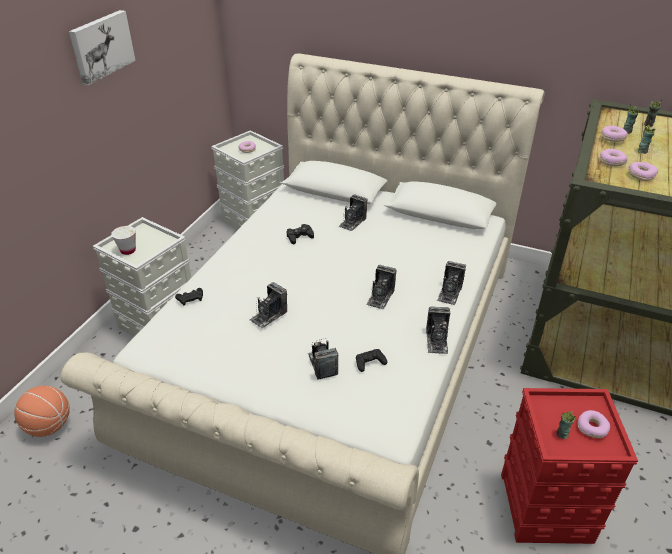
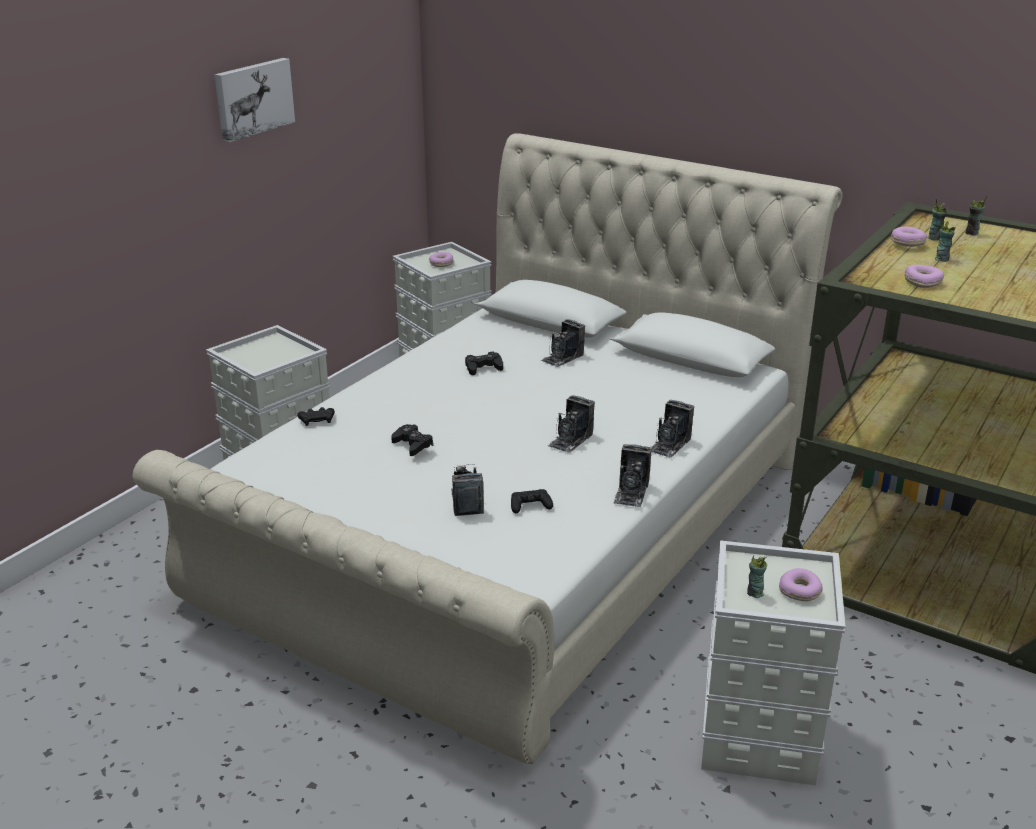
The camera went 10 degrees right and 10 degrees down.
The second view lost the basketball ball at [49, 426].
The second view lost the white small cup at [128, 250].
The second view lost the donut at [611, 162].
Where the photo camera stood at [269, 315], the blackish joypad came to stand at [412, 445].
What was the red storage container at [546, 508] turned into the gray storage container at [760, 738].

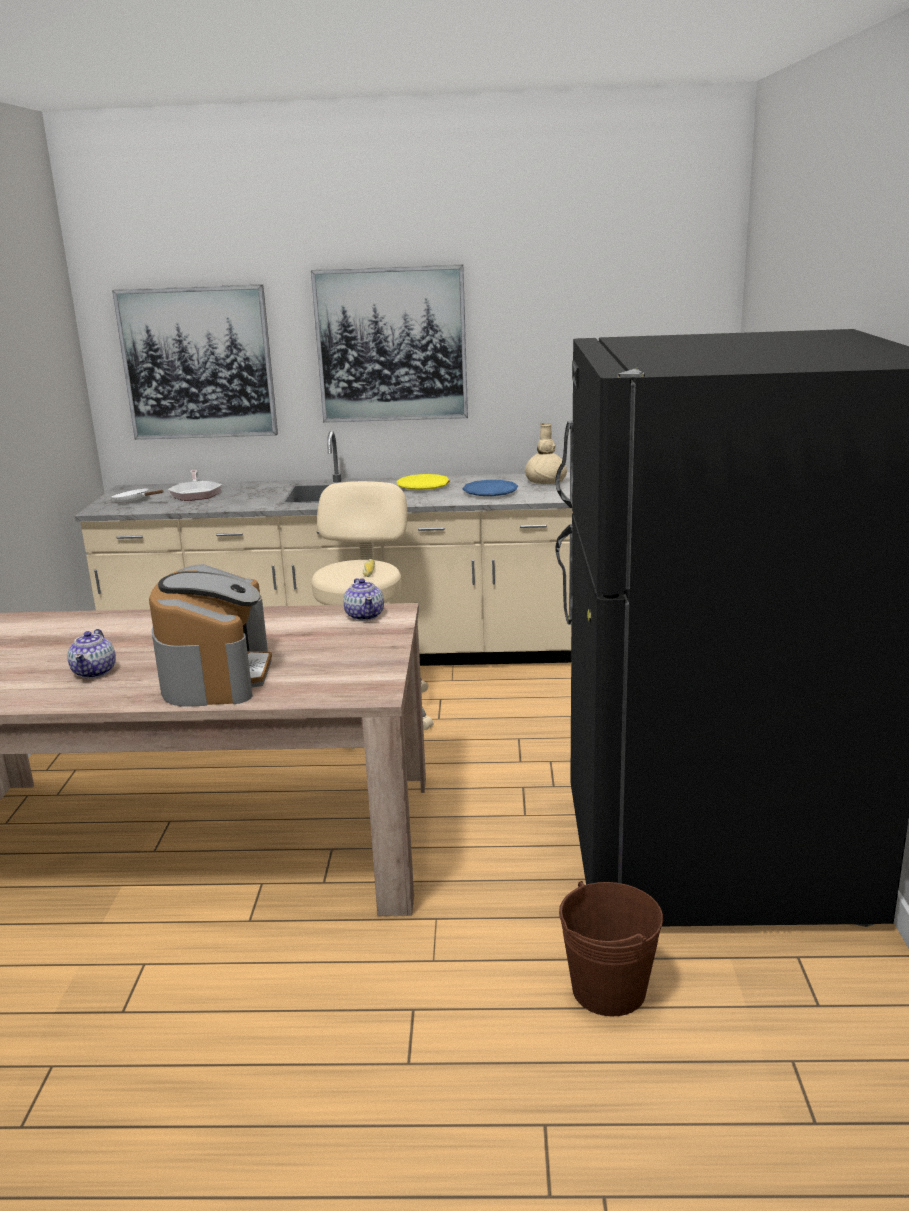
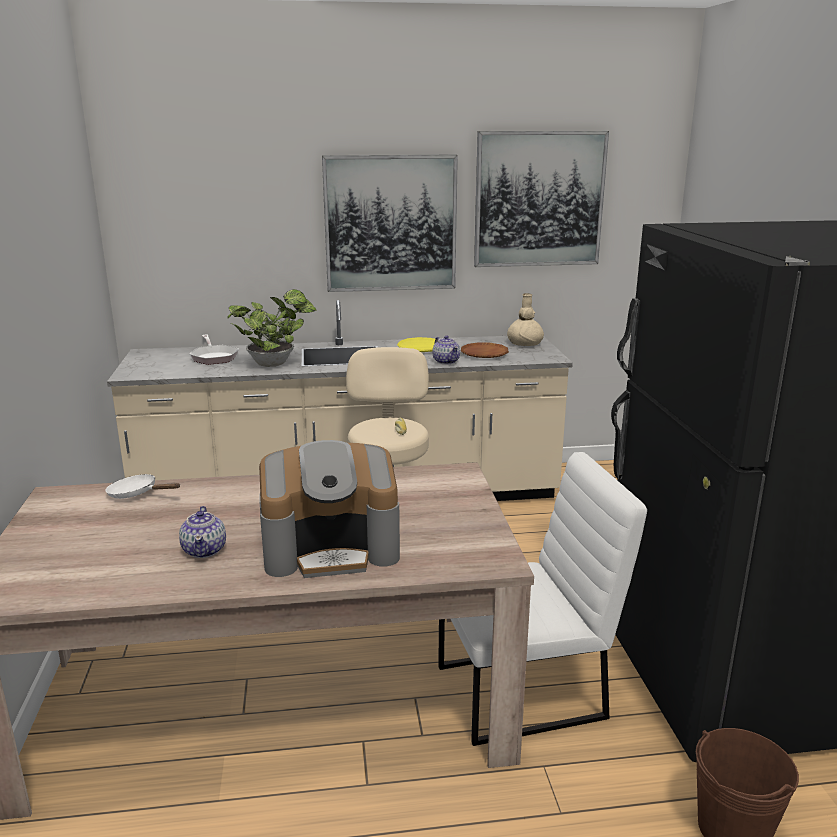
The camera went 10 degrees left and 0 degrees up.
The second view gained the potted plant at [275, 363].
The second view gained the white chair at [525, 691].
The wall art ended up elsewhere, having gone from [198, 363] to [539, 199].
The white pan ended up elsewhere, having gone from [135, 501] to [137, 494].
The pot for tea ended up elsewhere, having gone from [365, 615] to [446, 361].
What was the bluish plate at [490, 492] turned into the brownish plate at [484, 354].
The coffee machine at [216, 675] ended up facing another way, 90 degrees clockwise from before.

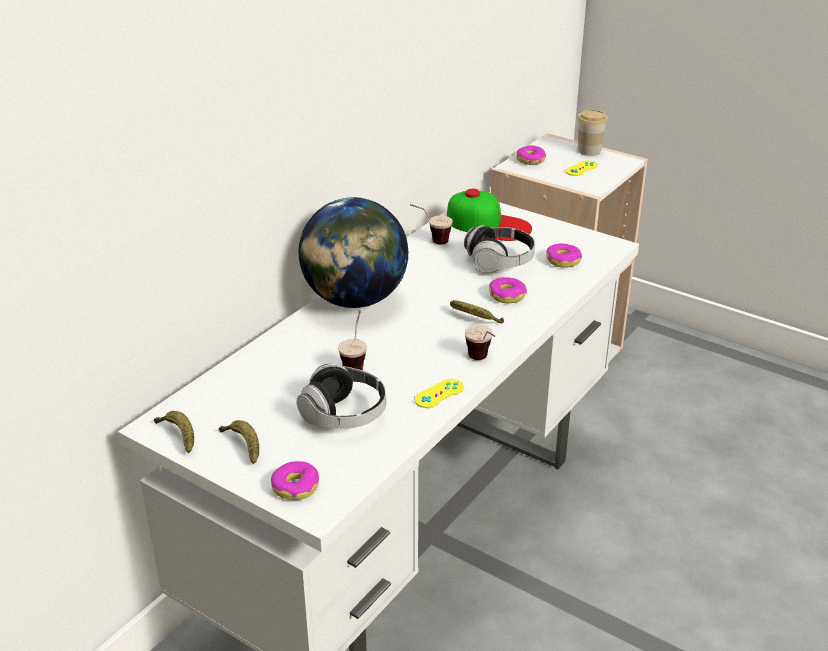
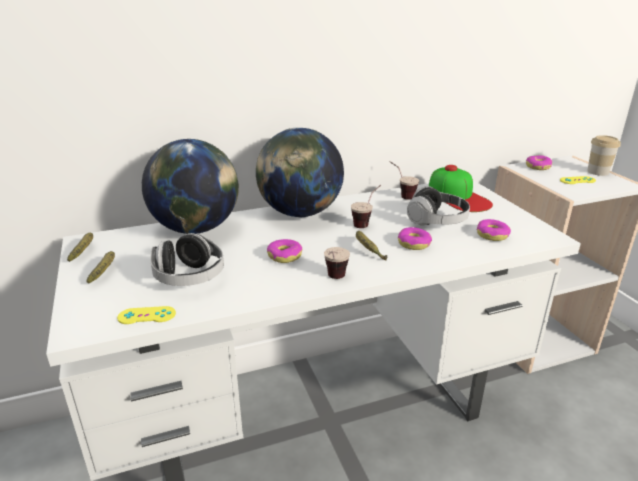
The camera went 35 degrees right and 5 degrees down.
The second view gained the globe at [196, 229].
The donut ended up elsewhere, having gone from [296, 486] to [285, 256].
The small cup ended up elsewhere, having gone from [355, 363] to [366, 223].
The yellow joypad ended up elsewhere, having gone from [439, 394] to [146, 315].

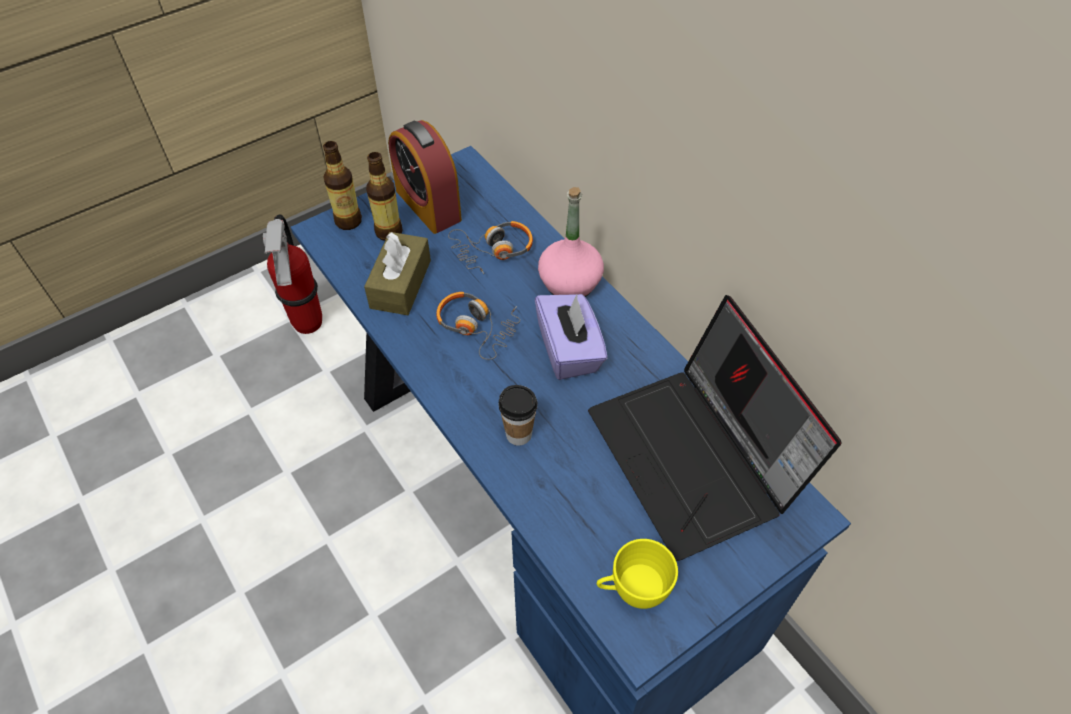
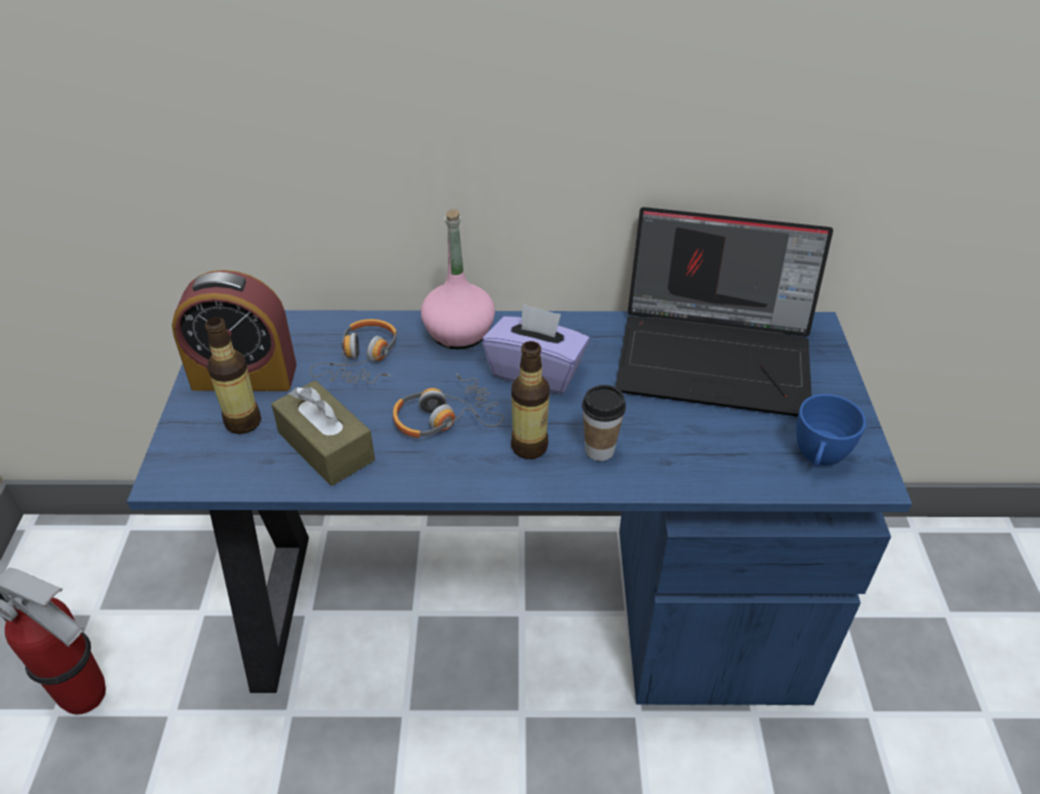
The camera went 55 degrees left and 10 degrees down.
The drink bottle ended up elsewhere, having gone from [348, 221] to [529, 446].
What was the yellow small cup at [632, 590] turned into the bluish small cup at [818, 458].

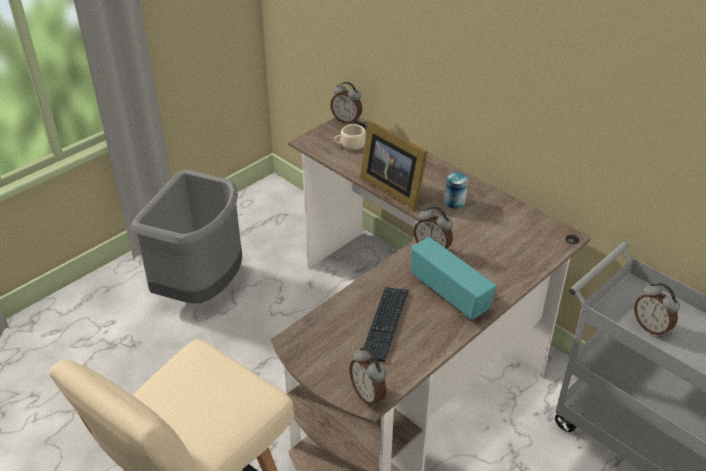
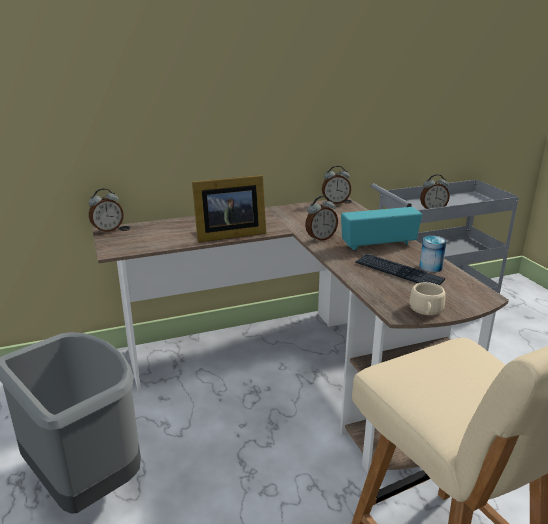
The camera went 65 degrees left and 15 degrees down.
The beige-coloured small cup ended up elsewhere, having gone from [350, 144] to [426, 310].
The bedside clock ended up elsewhere, having gone from [368, 394] to [335, 202].
The metal can ended up elsewhere, having gone from [454, 201] to [430, 267].

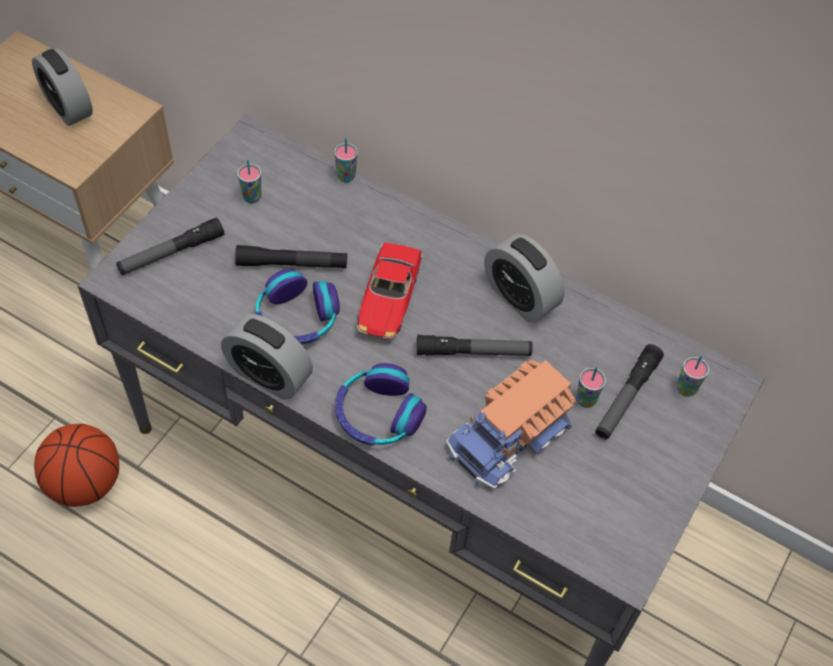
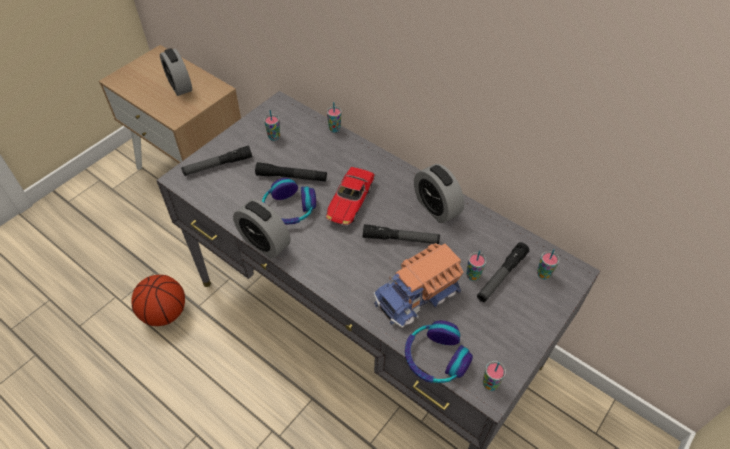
The camera went 10 degrees right and 5 degrees down.
The second view gained the small cup at [490, 384].
The headphones ended up elsewhere, having gone from [378, 414] to [435, 358].

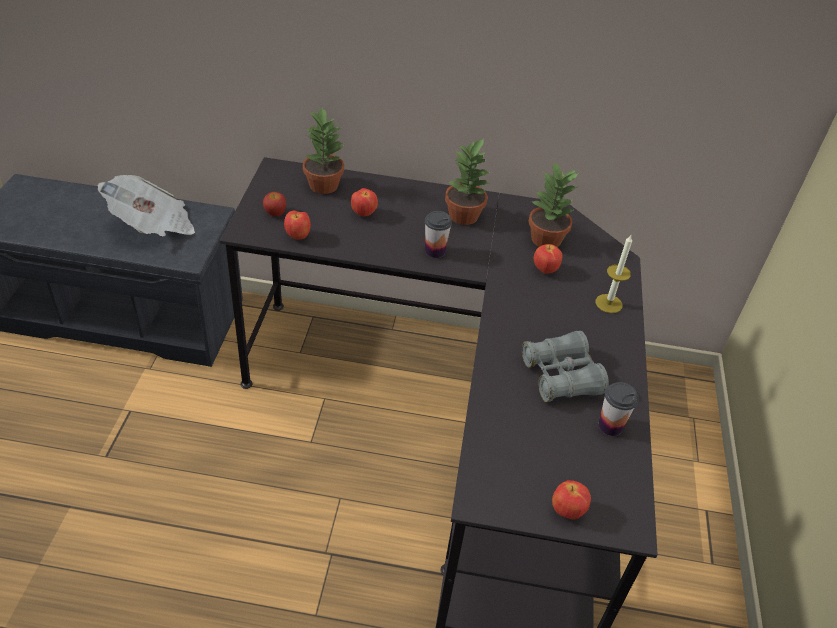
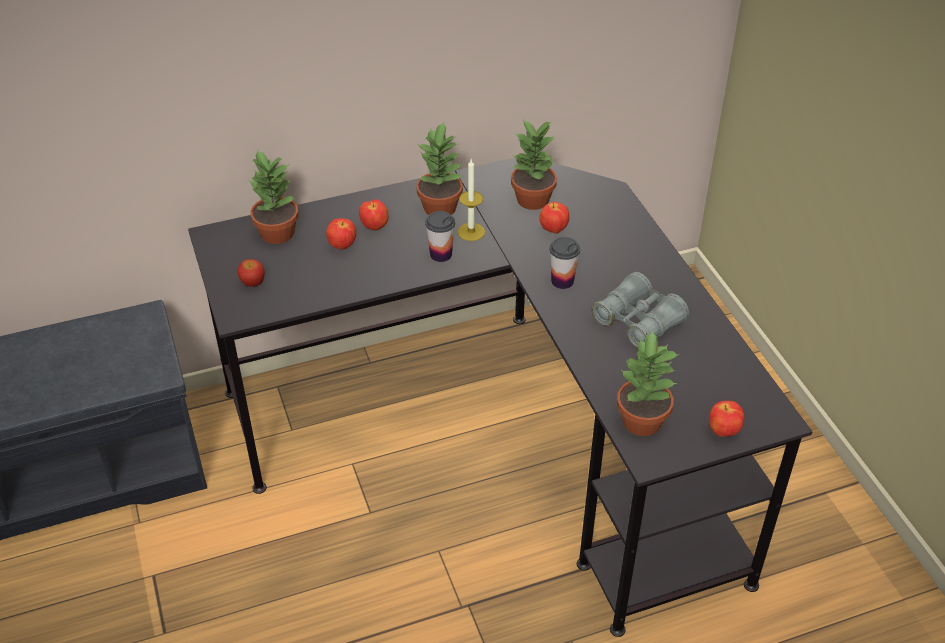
The camera went 25 degrees left and 0 degrees up.
The second view lost the printed paper at [153, 225].
The second view gained the potted plant at [641, 422].
The apple ended up elsewhere, having gone from [298, 236] to [375, 227].
The candle ended up elsewhere, having gone from [608, 303] to [471, 232].
The small cup ended up elsewhere, having gone from [610, 426] to [562, 281].

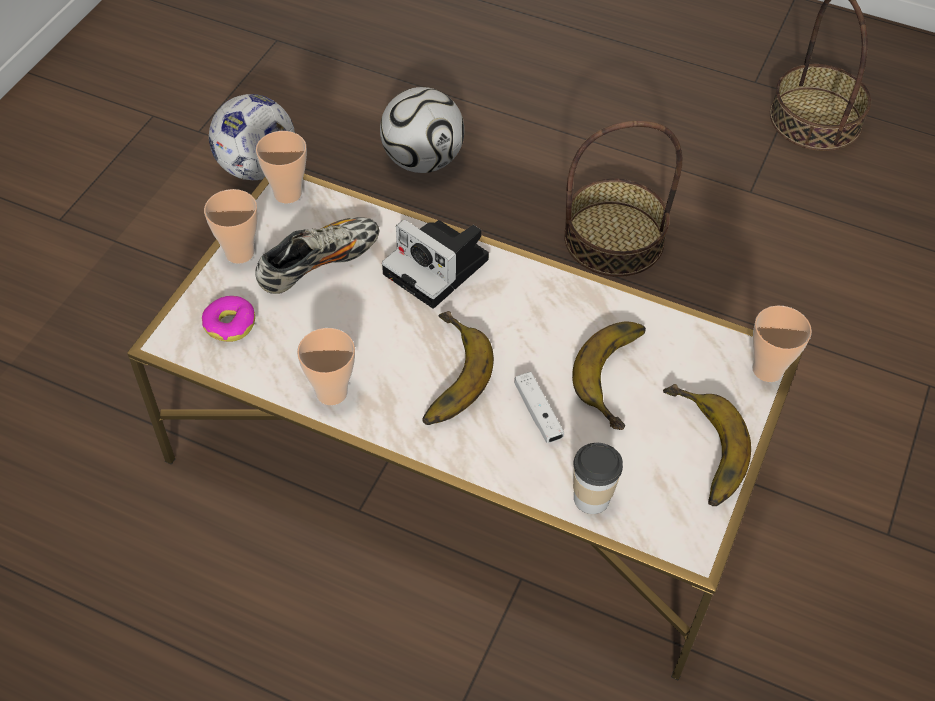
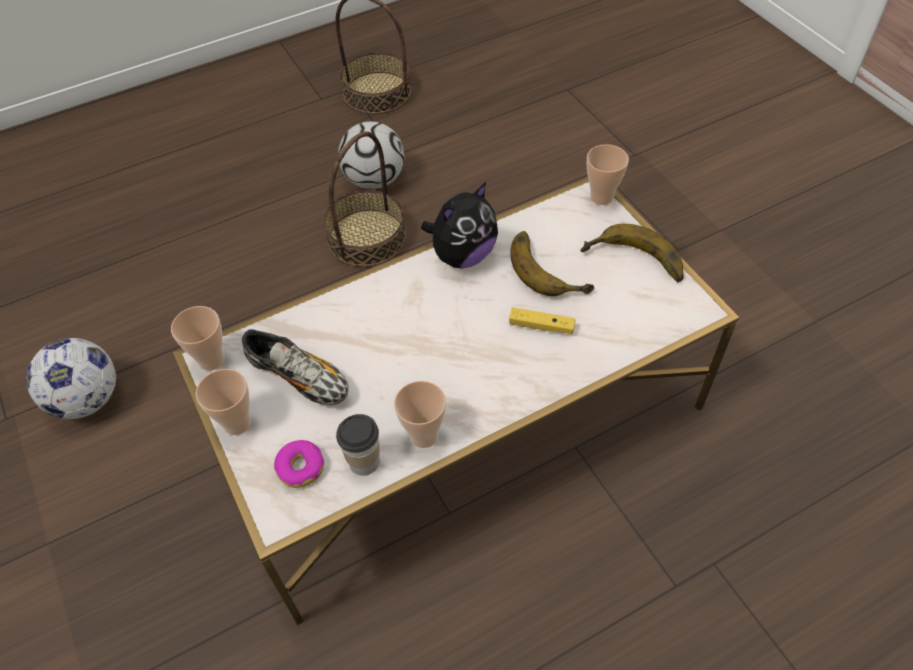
The camera went 50 degrees left and 0 degrees up.
The second view lost the photo camera at [440, 268].
The second view lost the banana fruit at [442, 374].
The second view gained the soft toy at [462, 255].
The ball for football ended up elsewhere, having gone from [423, 160] to [374, 180].
The small cup ended up elsewhere, having gone from [591, 498] to [364, 461].
What was the white joypad at [538, 413] turned into the yellow joypad at [541, 326].
The shoe at [319, 264] ended up facing another way, 120 degrees clockwise from before.

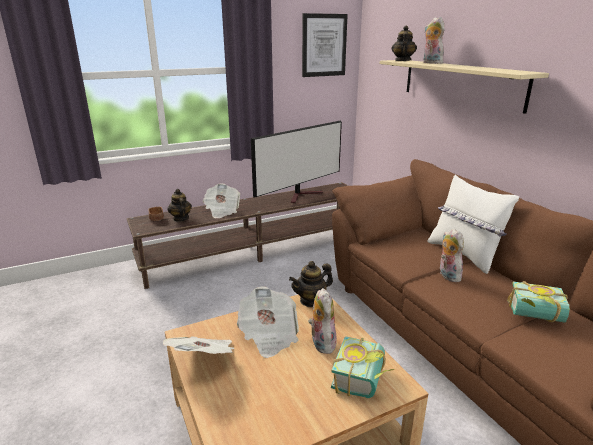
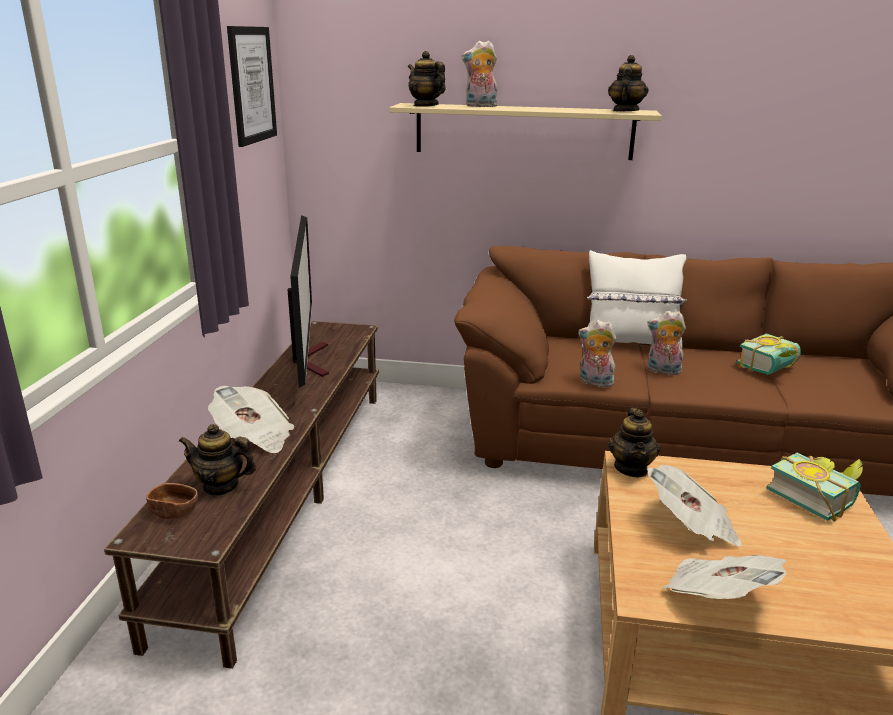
The camera went 55 degrees left and 0 degrees up.
The second view gained the pot for tea at [625, 111].
The soft toy ended up elsewhere, having gone from [321, 343] to [594, 382].

